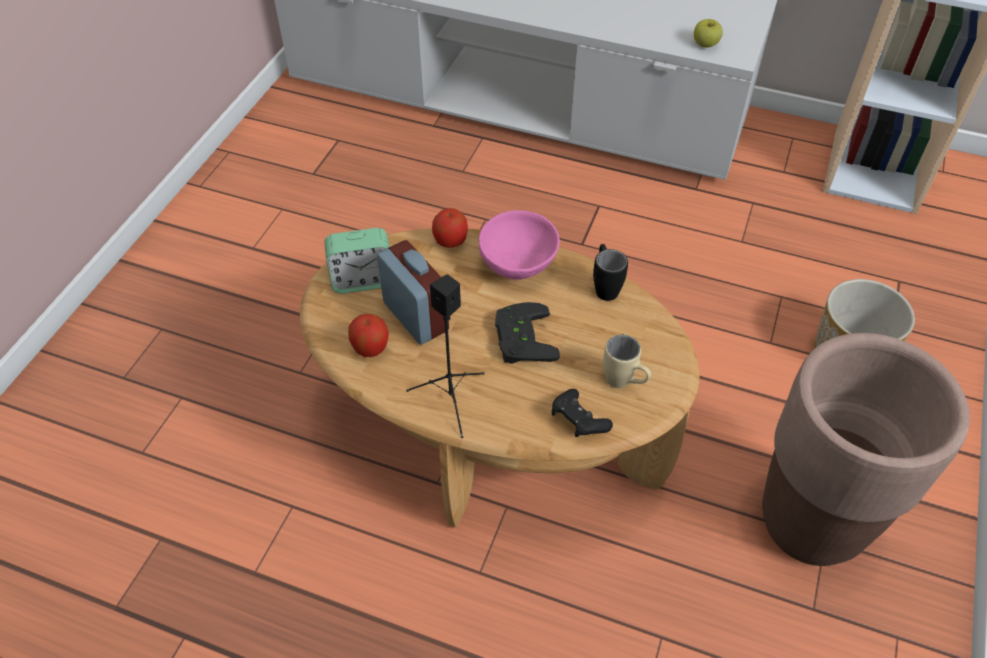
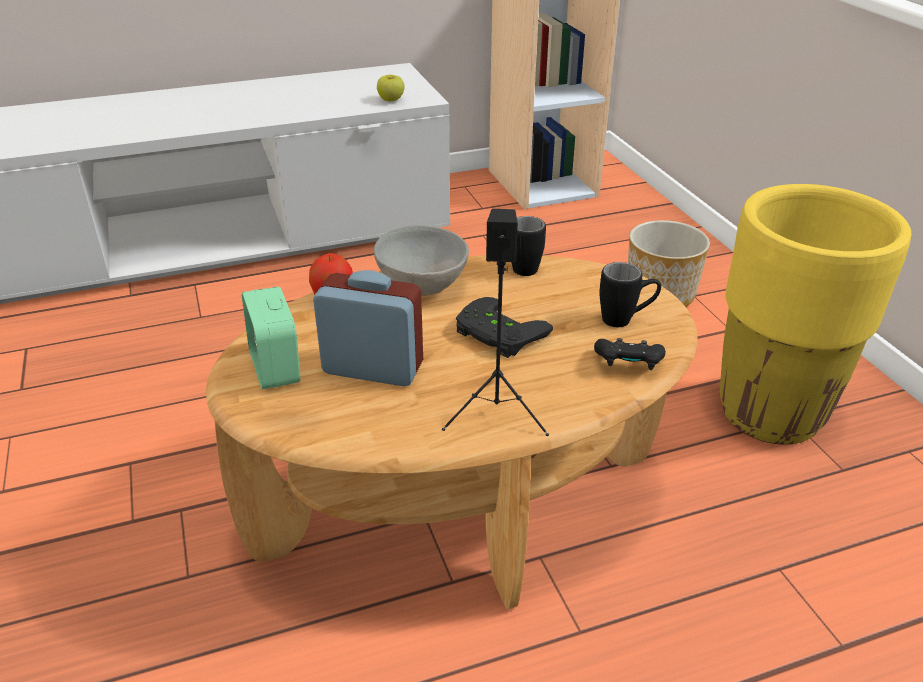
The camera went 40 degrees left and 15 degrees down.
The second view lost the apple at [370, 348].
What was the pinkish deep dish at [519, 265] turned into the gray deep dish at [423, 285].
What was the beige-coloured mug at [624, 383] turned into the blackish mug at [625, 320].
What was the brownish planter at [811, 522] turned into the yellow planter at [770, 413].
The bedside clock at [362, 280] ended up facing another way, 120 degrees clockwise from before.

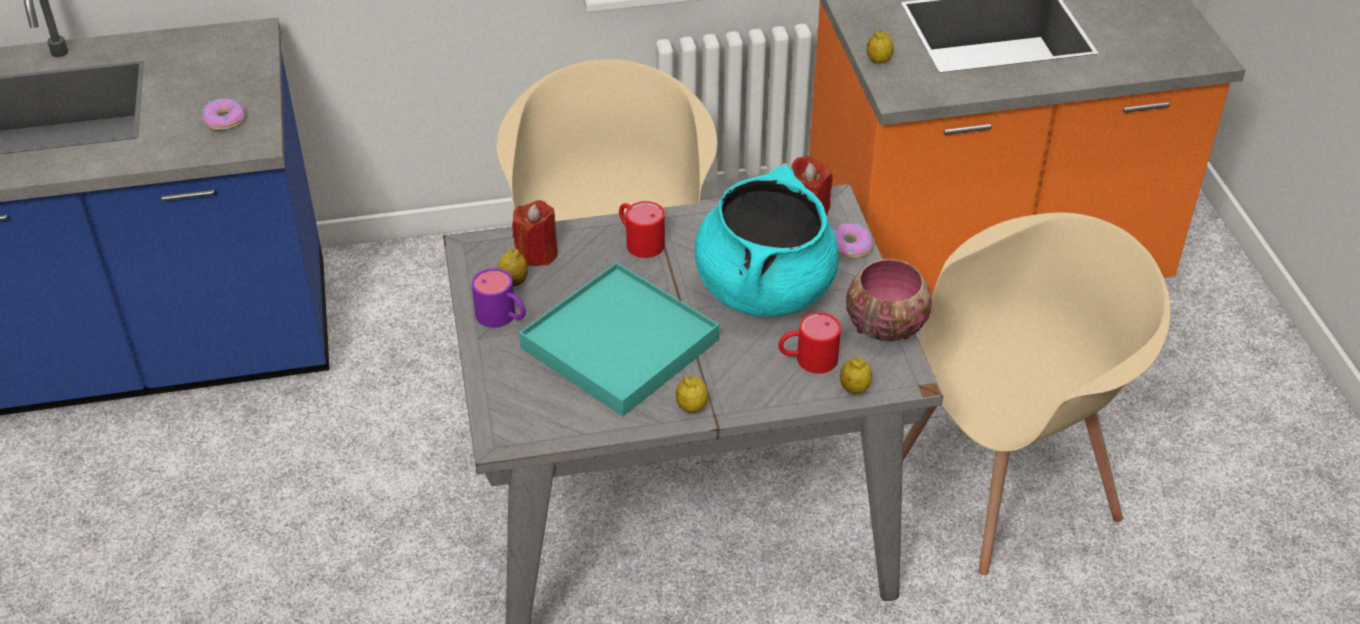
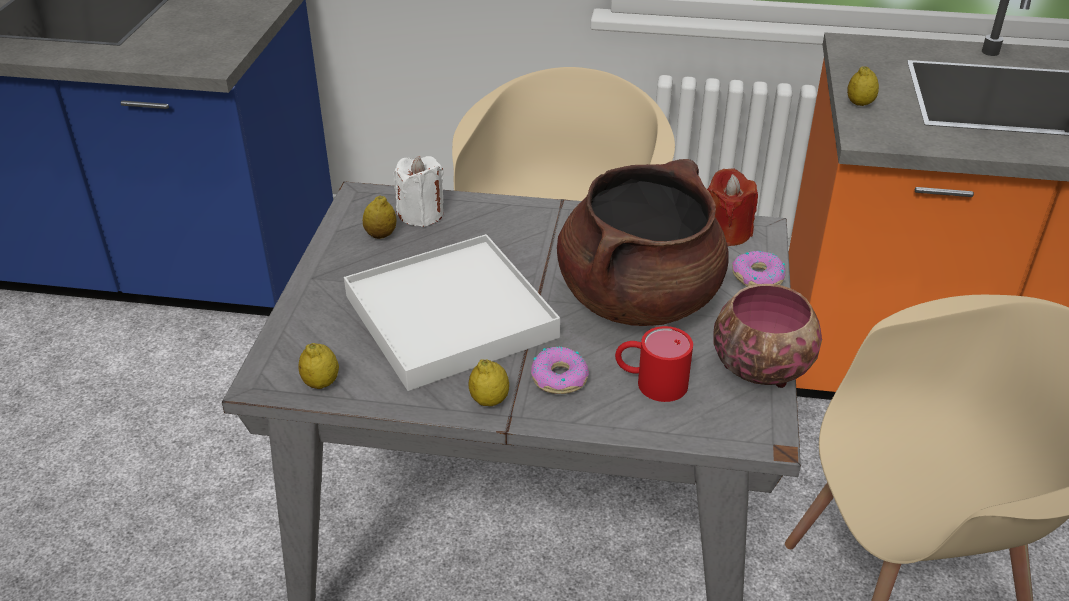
The camera went 20 degrees right and 5 degrees down.
The second view lost the purplish mug at [503, 317].
The second view lost the red mug at [639, 240].
The donut ended up elsewhere, having gone from [224, 120] to [559, 377].
The lemon ended up elsewhere, having gone from [854, 388] to [321, 383].
What was the red candle at [537, 253] turned into the white candle at [421, 214].
What was the turquoise serving tray at [619, 343] turned into the white serving tray at [450, 316].
What was the turquoise saucepot at [764, 289] turned into the brownish saucepot at [639, 298].

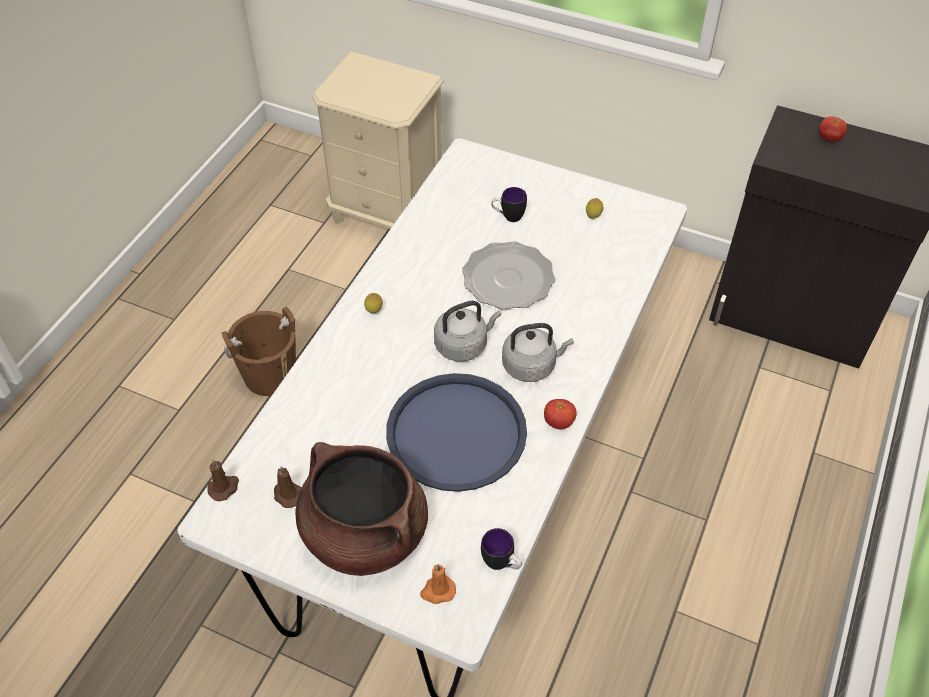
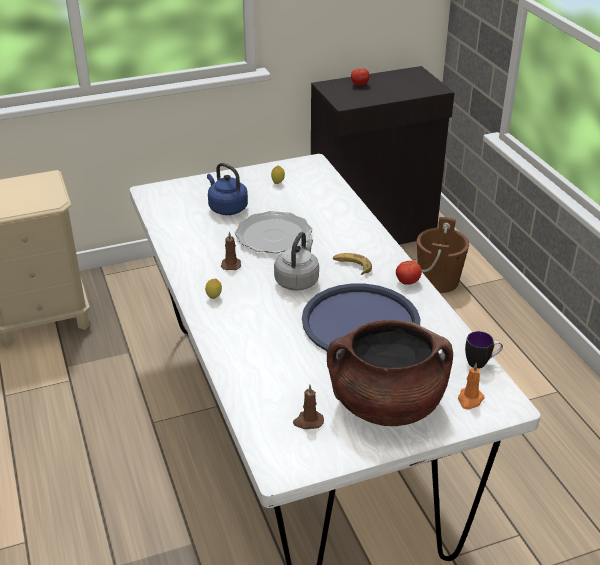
The camera went 45 degrees left and 15 degrees down.
The brownish candle ended up elsewhere, having gone from [224, 487] to [231, 264].
The brownish bucket ended up elsewhere, having gone from [270, 375] to [438, 281].
Where the mug stood at [508, 217], the bluish tea kettle came to stand at [226, 208].
Where the gray tea kettle stood at [531, 365], the banana fruit came to stand at [352, 266].

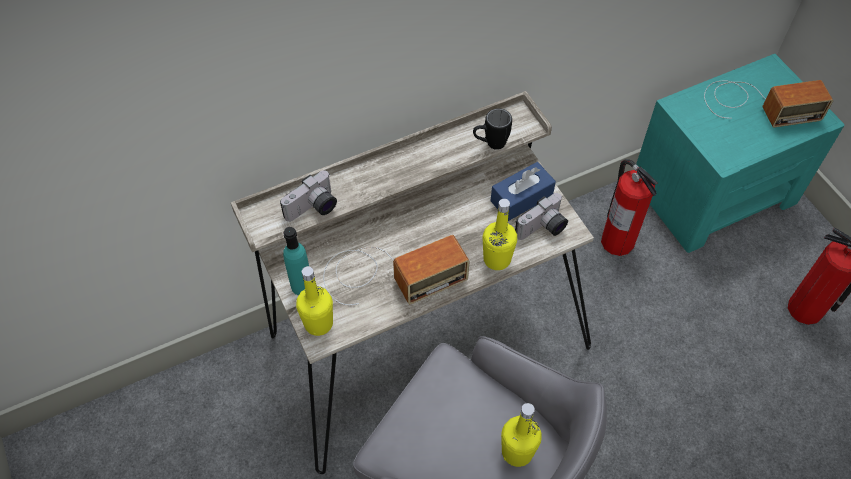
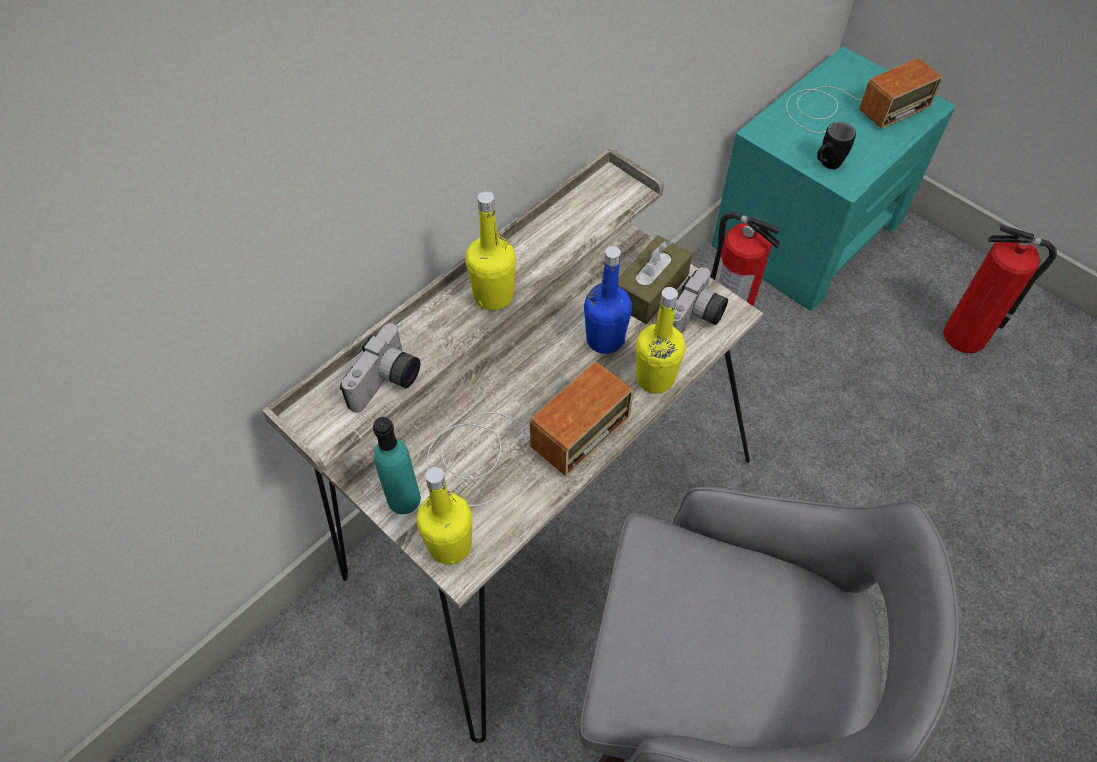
The camera went 20 degrees left and 0 degrees up.
The second view gained the bluish drink bottle at [605, 339].
The blackish mug ended up elsewhere, having gone from [490, 144] to [826, 165].
The yellow drink bottle ended up elsewhere, having gone from [517, 452] to [493, 296].
What was the bluish tissue box at [521, 198] turned into the brownish tissue box at [650, 290].

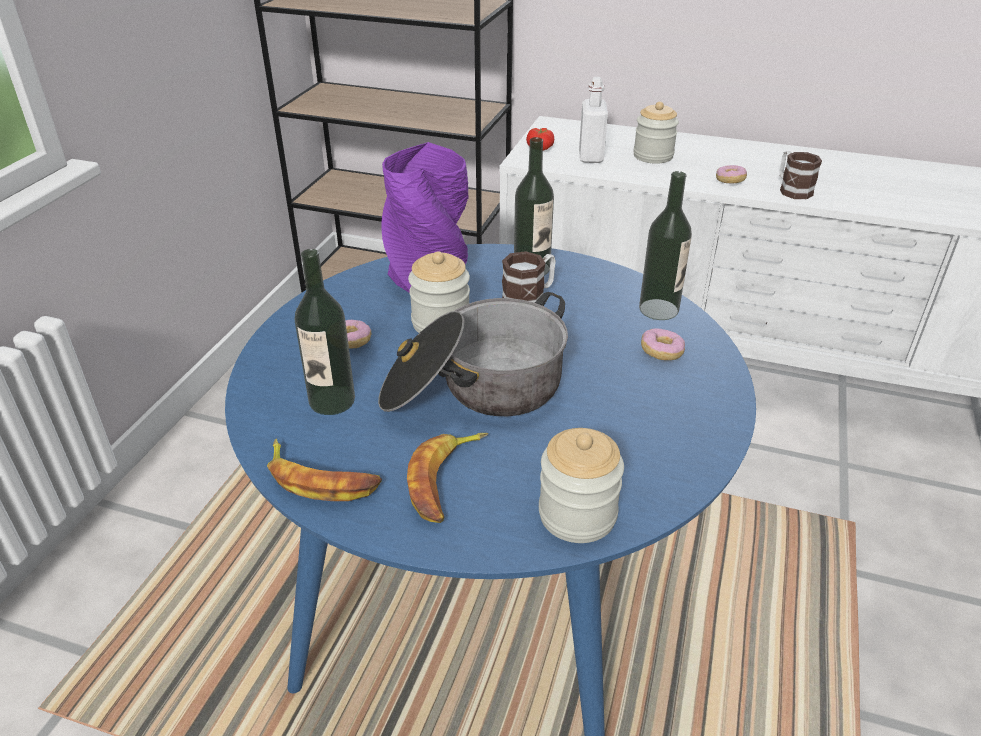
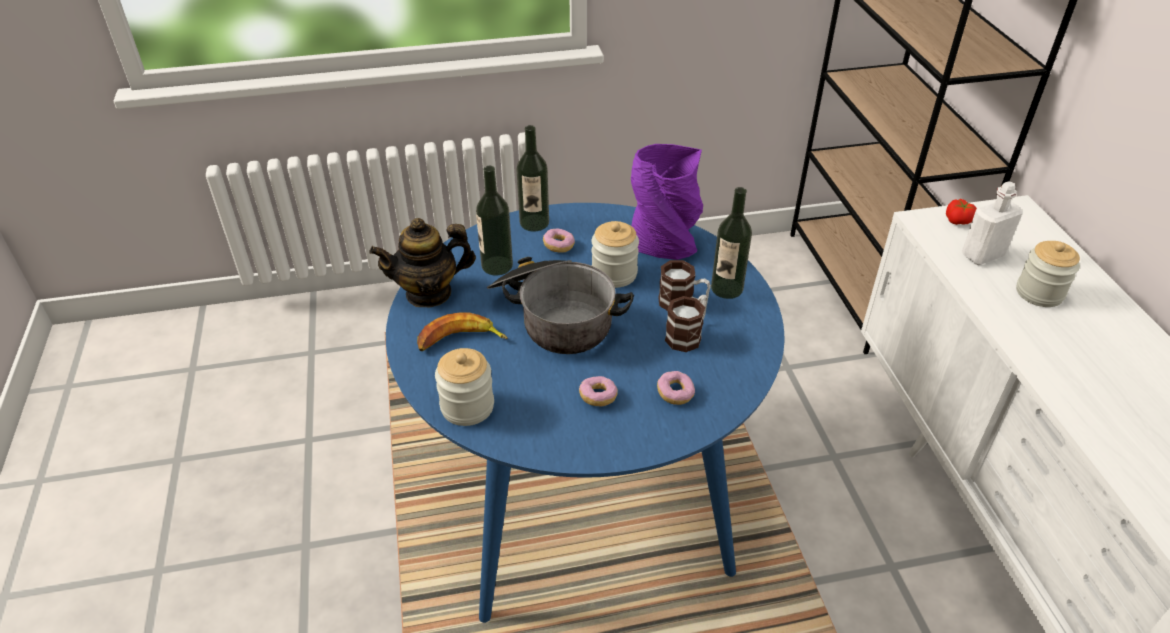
The camera went 60 degrees right and 5 degrees up.
The drink bottle ended up elsewhere, having gone from [658, 309] to [534, 223].
The donut ended up elsewhere, having gone from [730, 181] to [598, 397].
The mug ended up elsewhere, having gone from [792, 189] to [688, 334].
Where the banana fruit stood at [321, 479], the pot for tea came to stand at [429, 293].

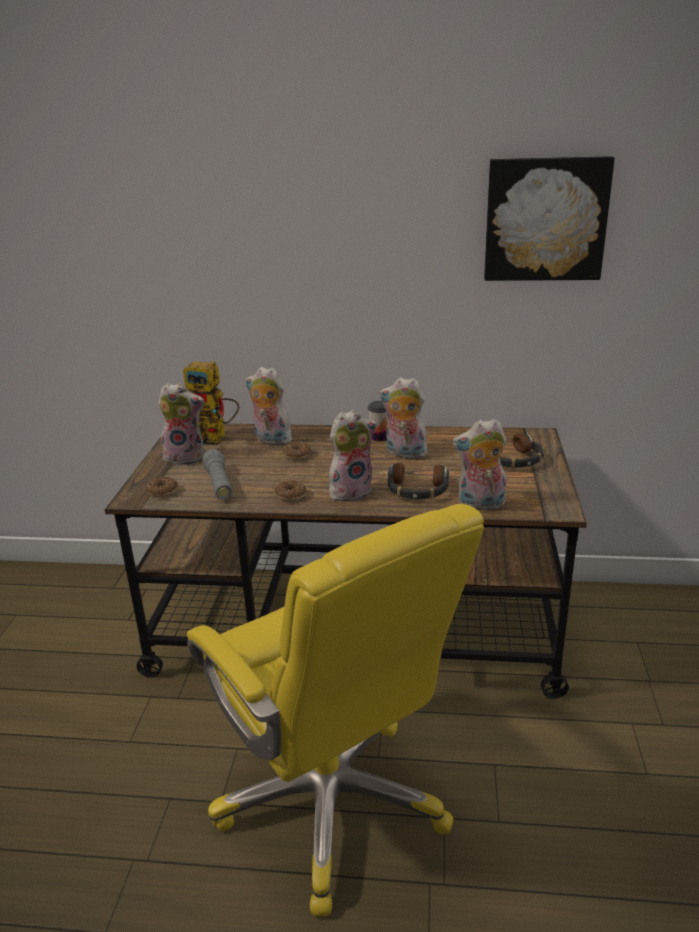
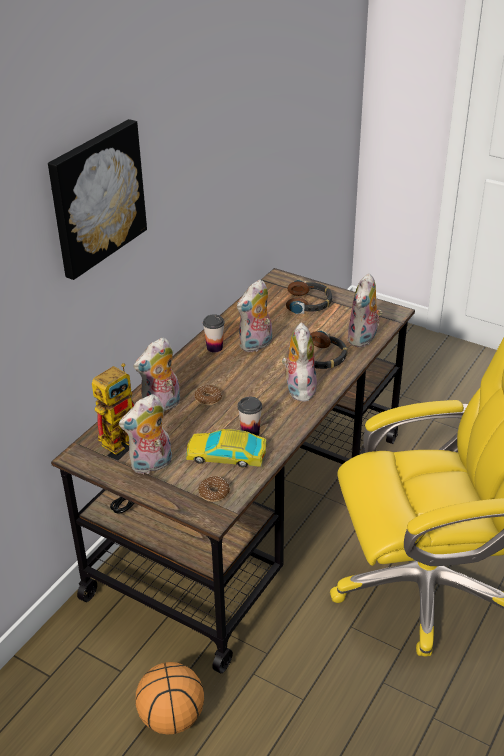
The camera went 65 degrees left and 10 degrees up.
The second view lost the donut at [291, 495].
The second view gained the basketball ball at [171, 718].
The second view gained the small cup at [250, 432].
The wall art ended up elsewhere, having gone from [545, 219] to [96, 197].
Where the gray flashlight stood at [219, 483], the miniature car came to stand at [226, 455].
The soft toy at [186, 457] ended up facing another way, 150 degrees counterclockwise from before.

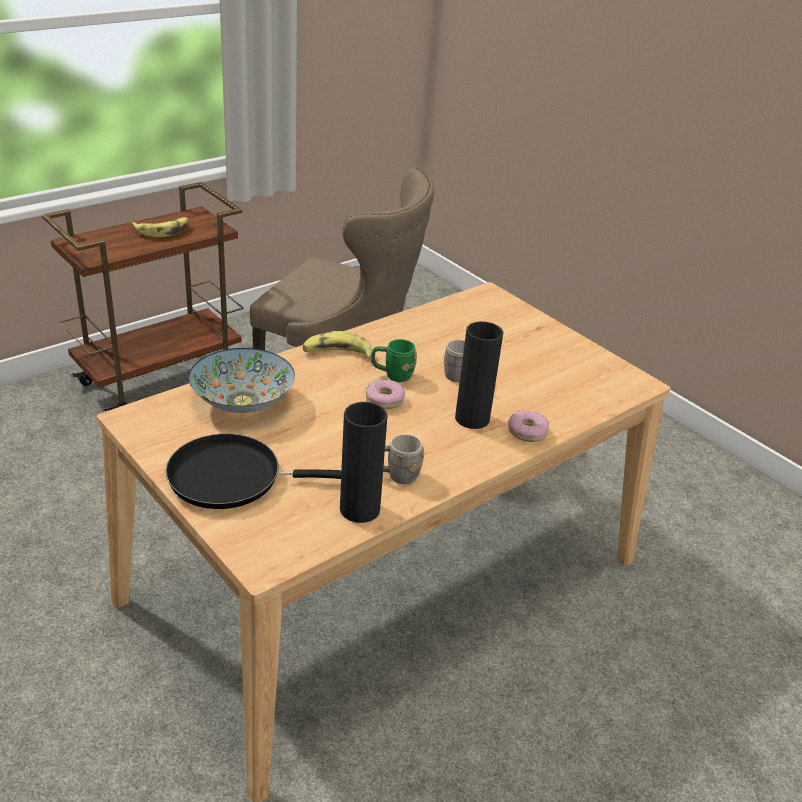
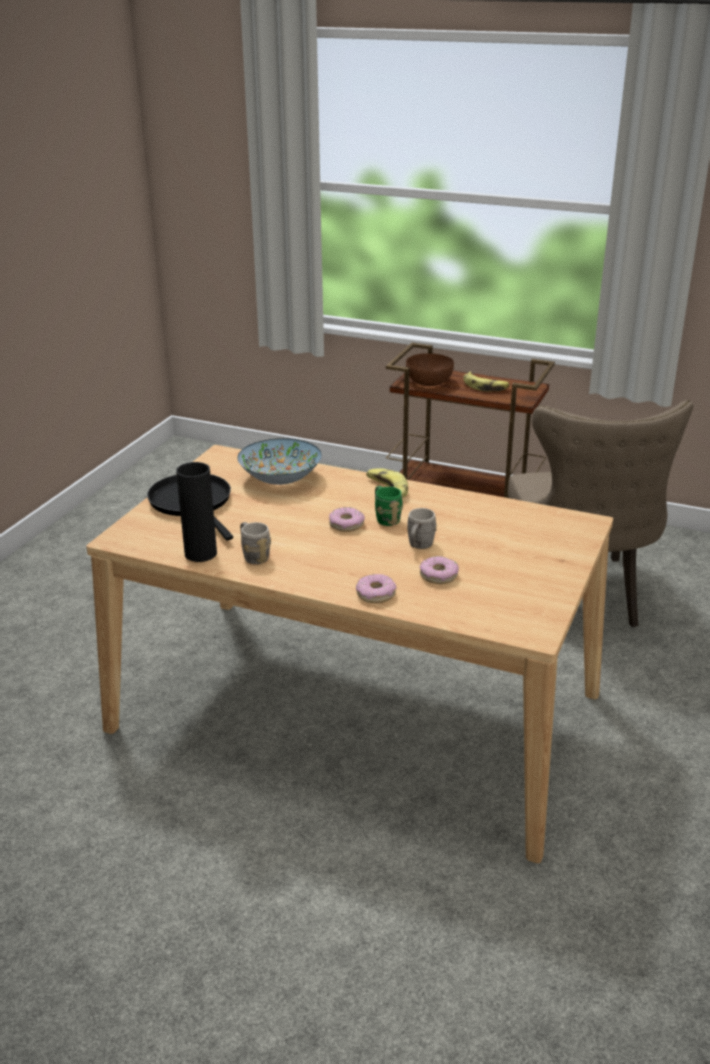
The camera went 65 degrees right and 5 degrees down.
The second view lost the blackish vase at [472, 418].
The second view gained the brownish deep dish at [429, 382].
The second view gained the donut at [438, 575].

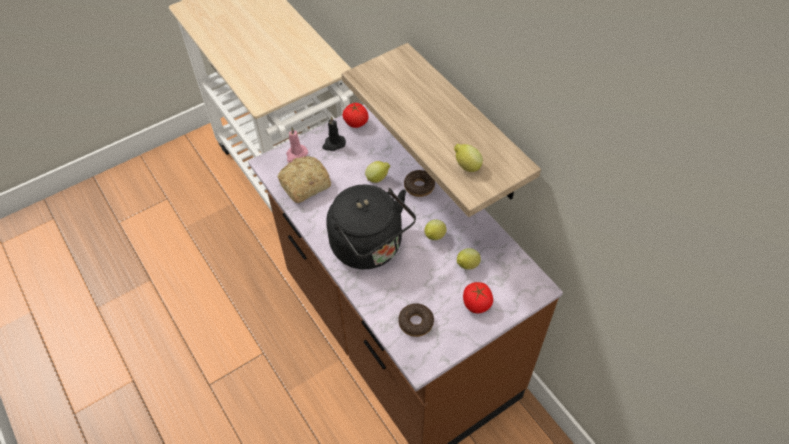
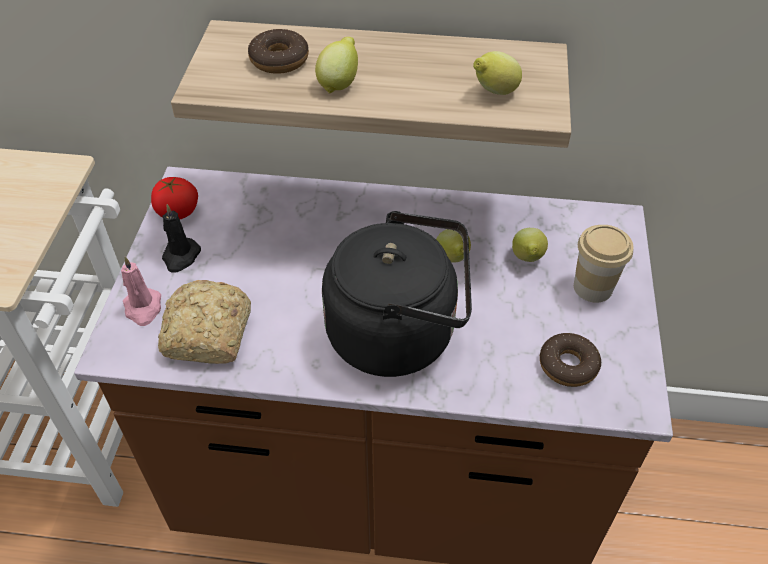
The camera went 50 degrees left and 5 degrees down.
The lemon ended up elsewhere, having gone from [378, 178] to [339, 84].
The donut ended up elsewhere, having gone from [419, 186] to [279, 60].
Where the fresh tomato stood at [476, 304], the small cup came to stand at [593, 287].

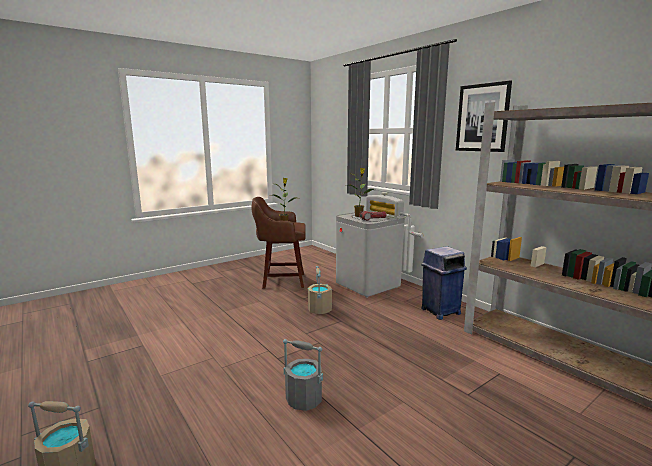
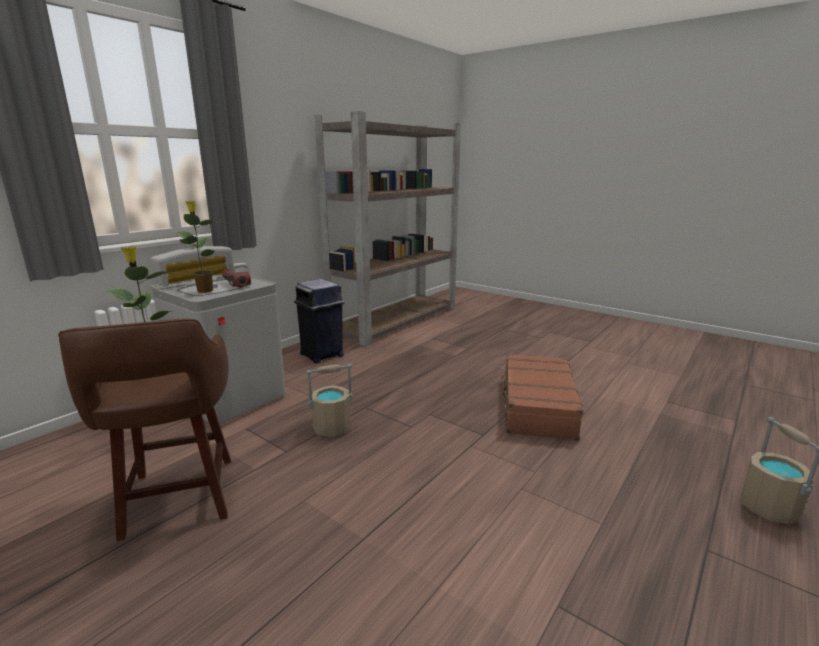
The camera went 105 degrees left and 5 degrees up.
The second view lost the wall art at [482, 118].
Where the gray bucket stood at [303, 399], the brownish piece of luggage came to stand at [536, 406].

